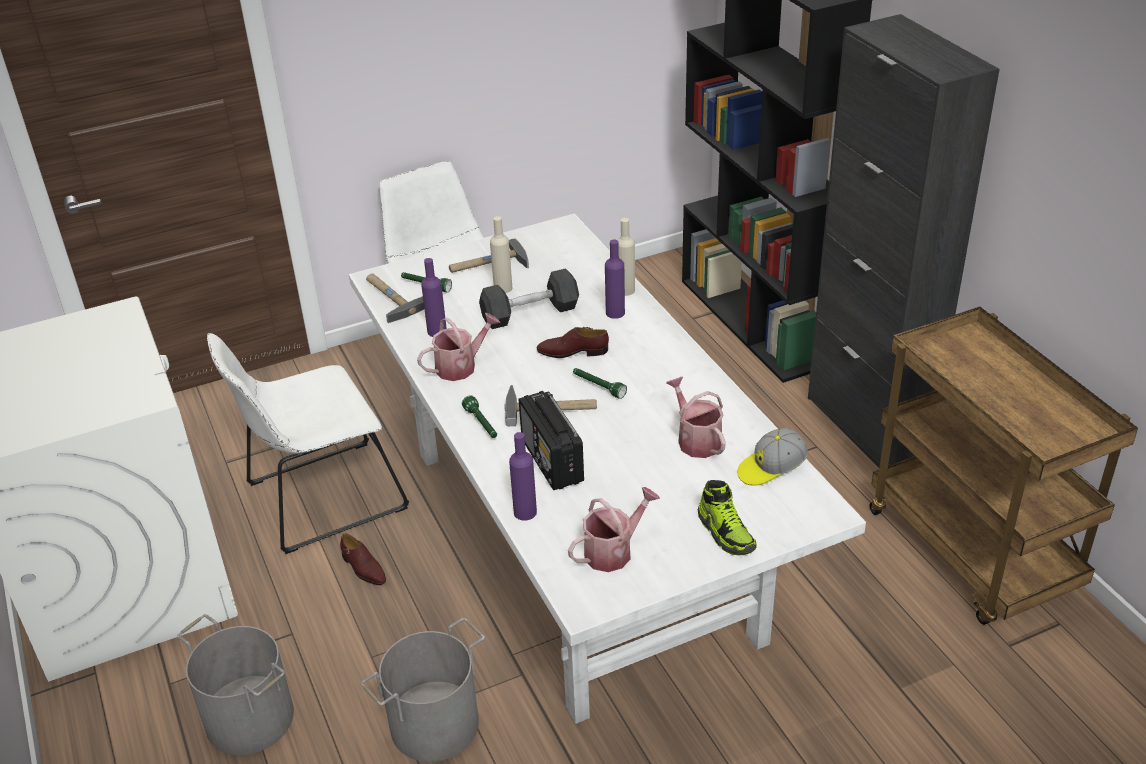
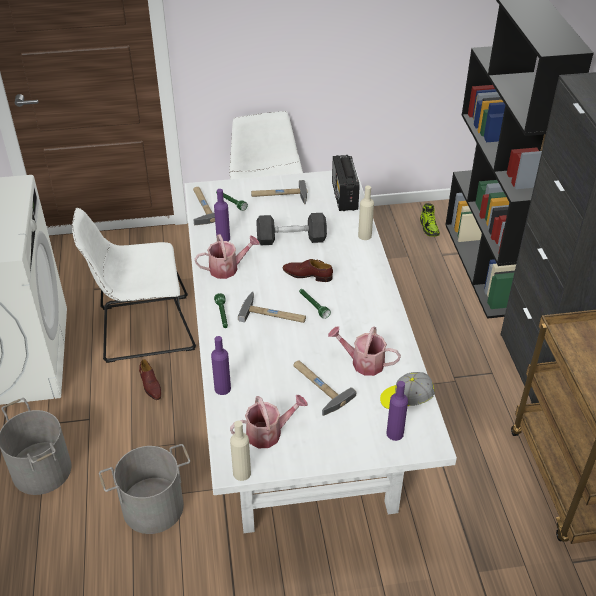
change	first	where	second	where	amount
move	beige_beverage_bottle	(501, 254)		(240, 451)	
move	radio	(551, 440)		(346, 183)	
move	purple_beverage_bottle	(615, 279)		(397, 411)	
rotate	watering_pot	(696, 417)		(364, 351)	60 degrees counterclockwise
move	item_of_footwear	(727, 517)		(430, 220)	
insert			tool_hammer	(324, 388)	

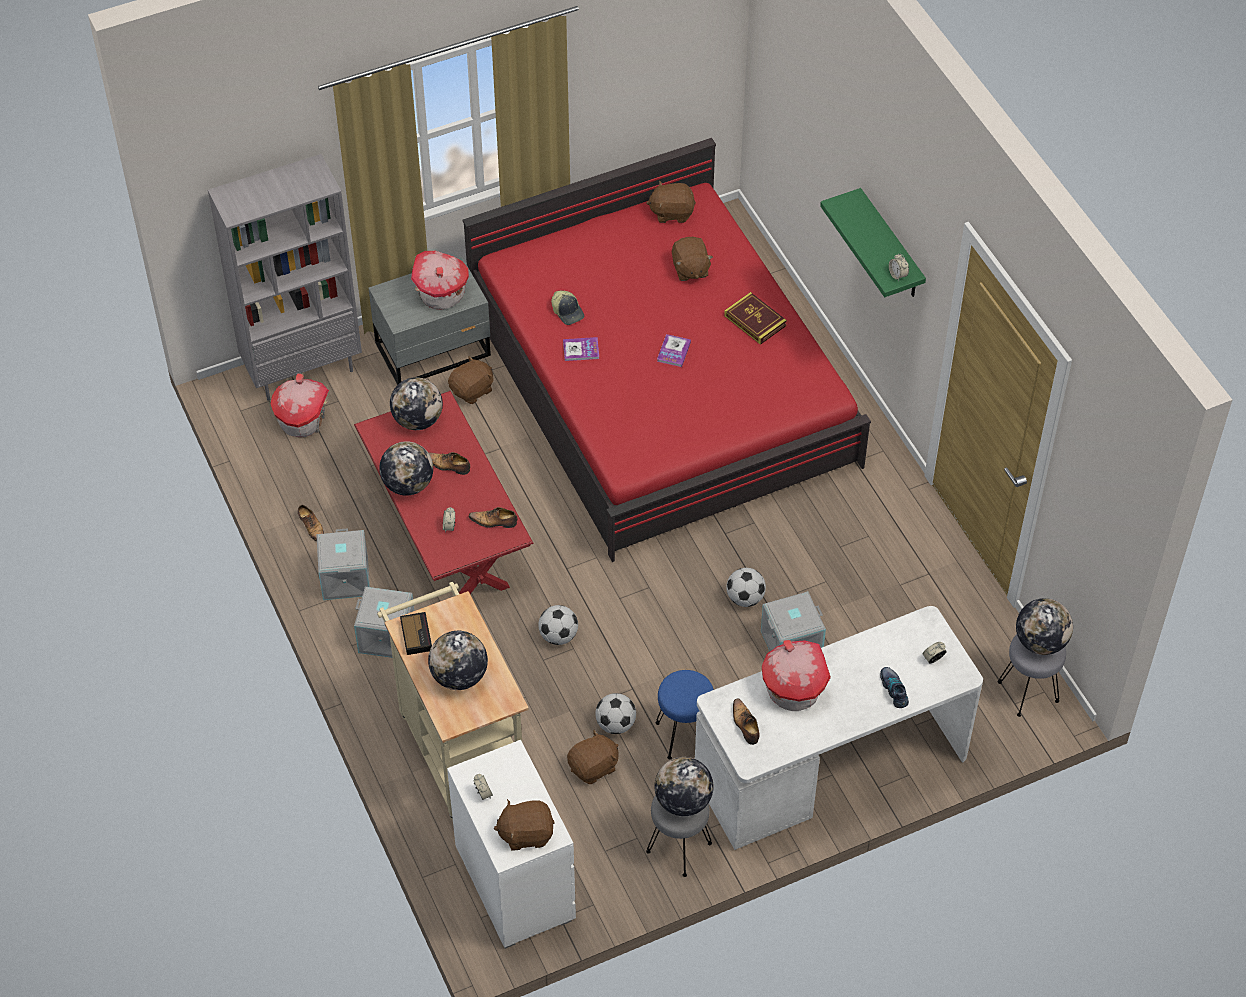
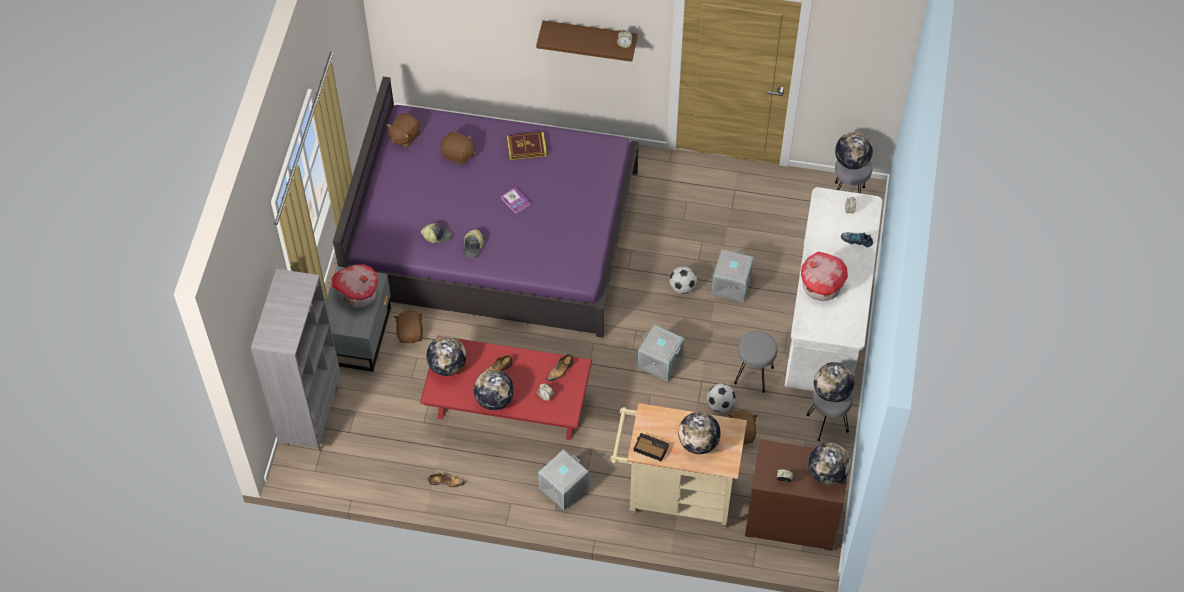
change	first	where	second	where	amount
delete	miniature_house	(300, 405)			
move	gray_storage_box	(343, 564)		(661, 353)	
recolor	white-coloured_dresser	(511, 844)	brown-coloured_dresser	(797, 495)	
recolor	red_sleeping_bed	(667, 350)	purple_sleeping_bed	(486, 207)	
replace	brown-coloured_soft_toy	(524, 825)	desk_globe	(829, 464)	
delete	ball_for_football	(558, 625)			
replace	volume	(581, 349)	baseball_cap	(472, 243)	
recolor	bluish_stool_seat	(684, 714)	gray_stool_seat	(756, 362)	
delete	item_of_footwear	(746, 721)			
recolor	green-coloured_bracket_shelf	(873, 242)	brown-coloured_bracket_shelf	(587, 41)	

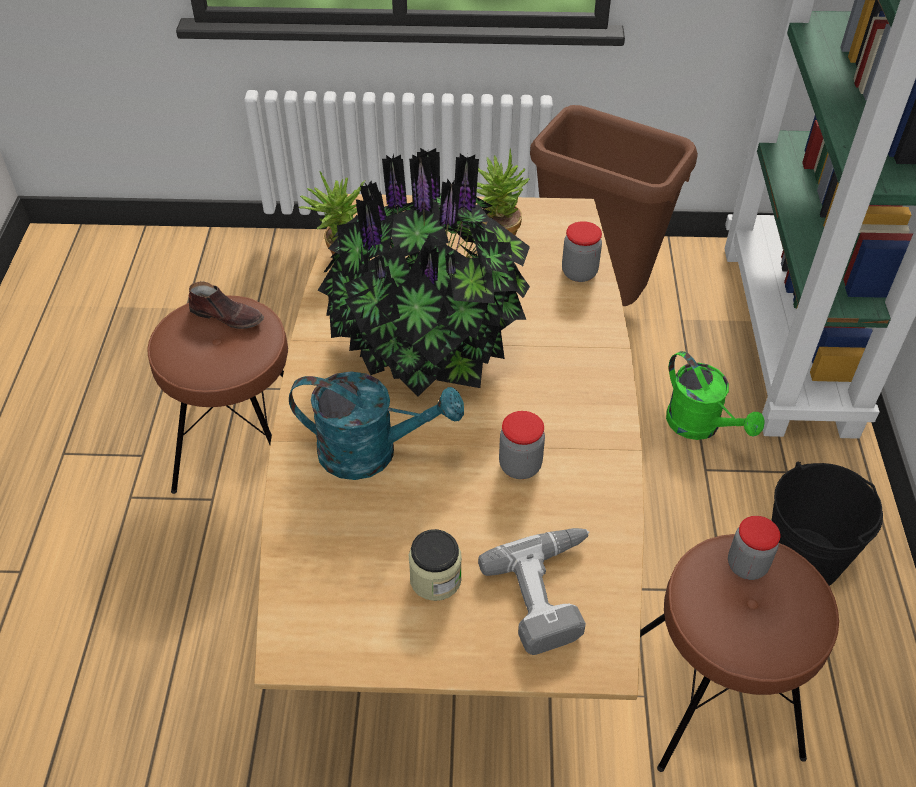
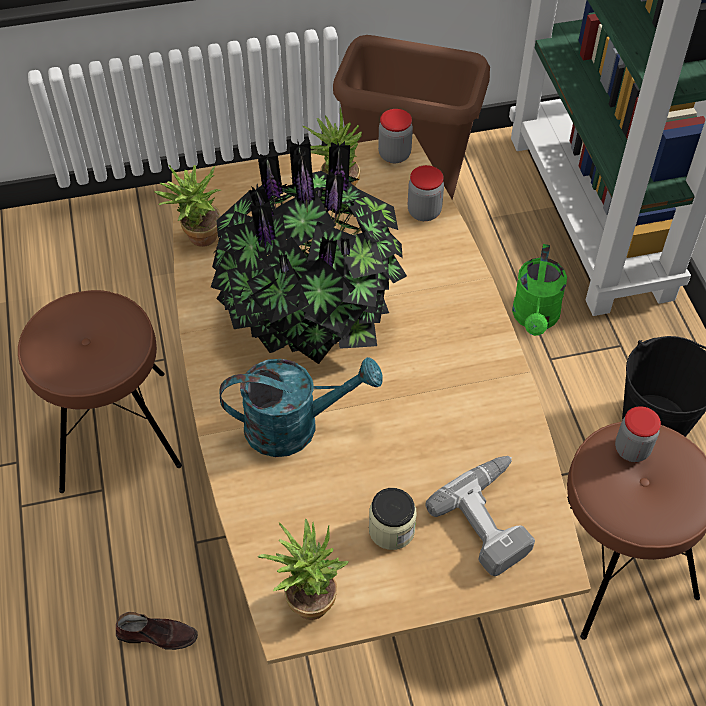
change	first	where	second	where	amount
move	brown-coloured_item_of_footwear	(226, 305)		(157, 631)	
move	preserve_jar	(522, 445)		(395, 136)	
rotate	green-coloured_watering_pot	(715, 395)		(539, 290)	60 degrees clockwise
insert			houseplant	(303, 569)	

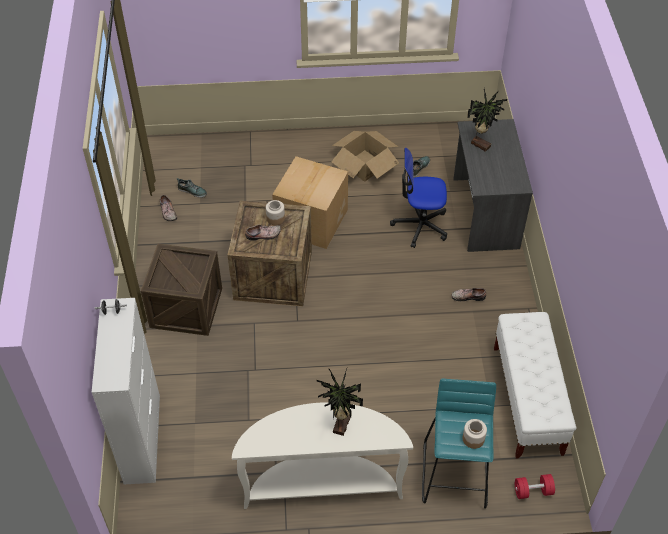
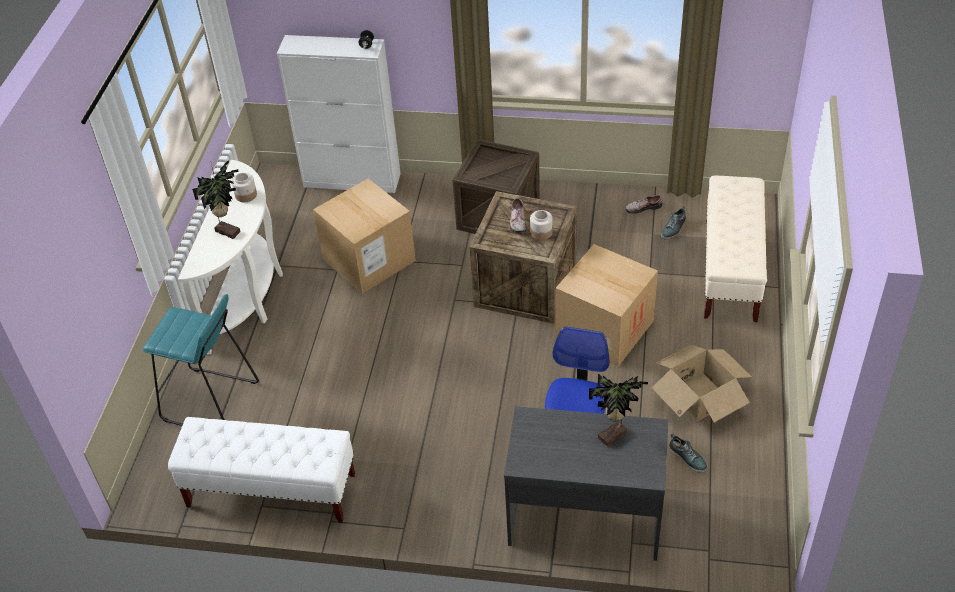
change	first	where	second	where	amount
delete	item_of_footwear	(469, 294)			
move	preserve_jar	(474, 434)		(244, 187)	
delete	red_dumbbell	(535, 486)			
insert			carton	(364, 236)	
insert			beige_indoor_bench	(735, 249)	

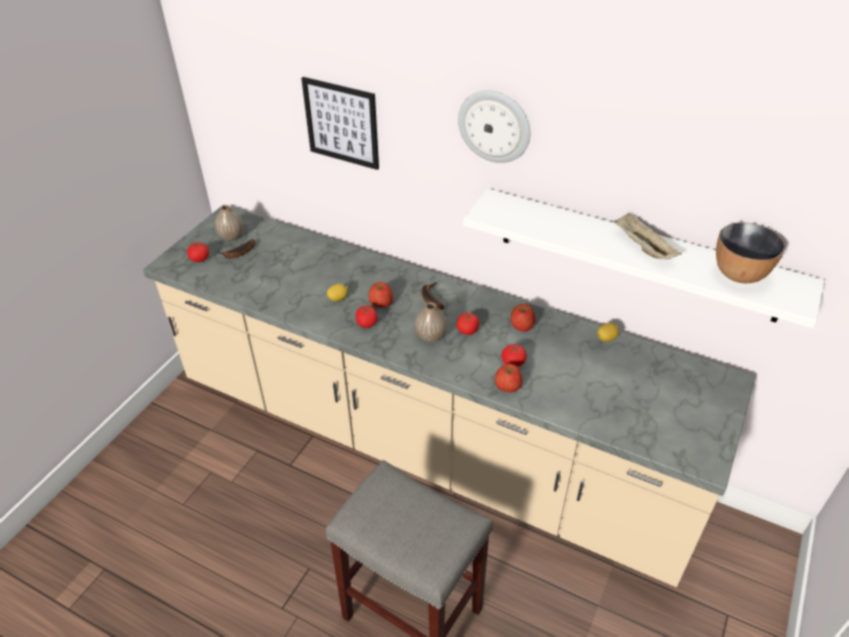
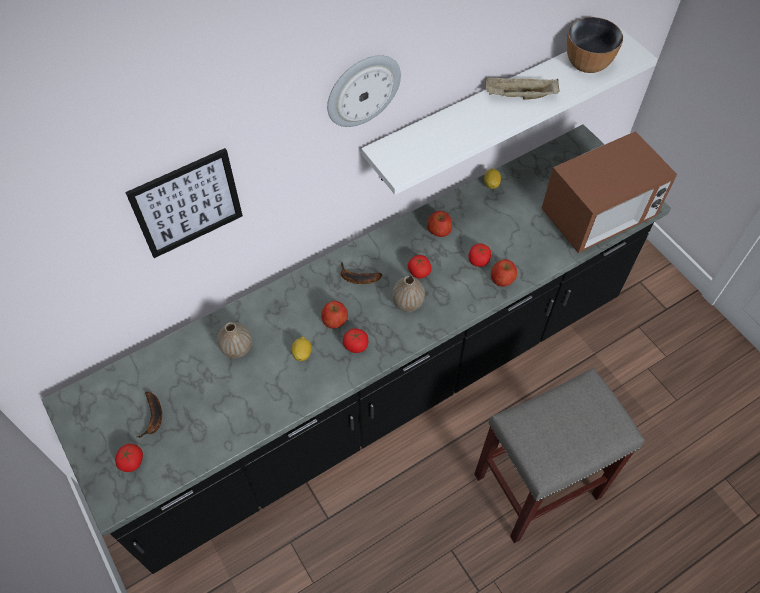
change	first	where	second	where	amount
recolor	beige_kitchen_base_unit	(449, 396)	blackish_kitchen_base_unit	(356, 349)	
move	decorative_vase	(229, 223)		(234, 340)	
insert			microwave_oven	(609, 192)	

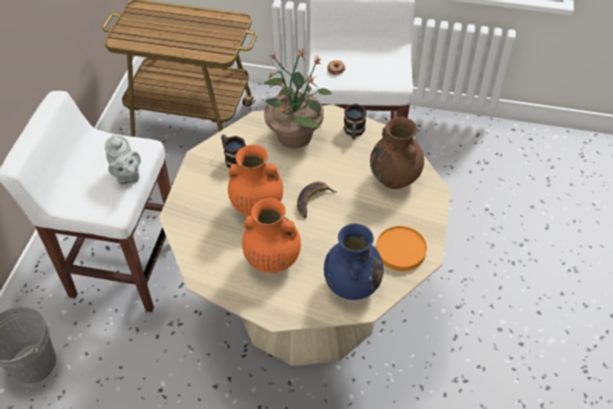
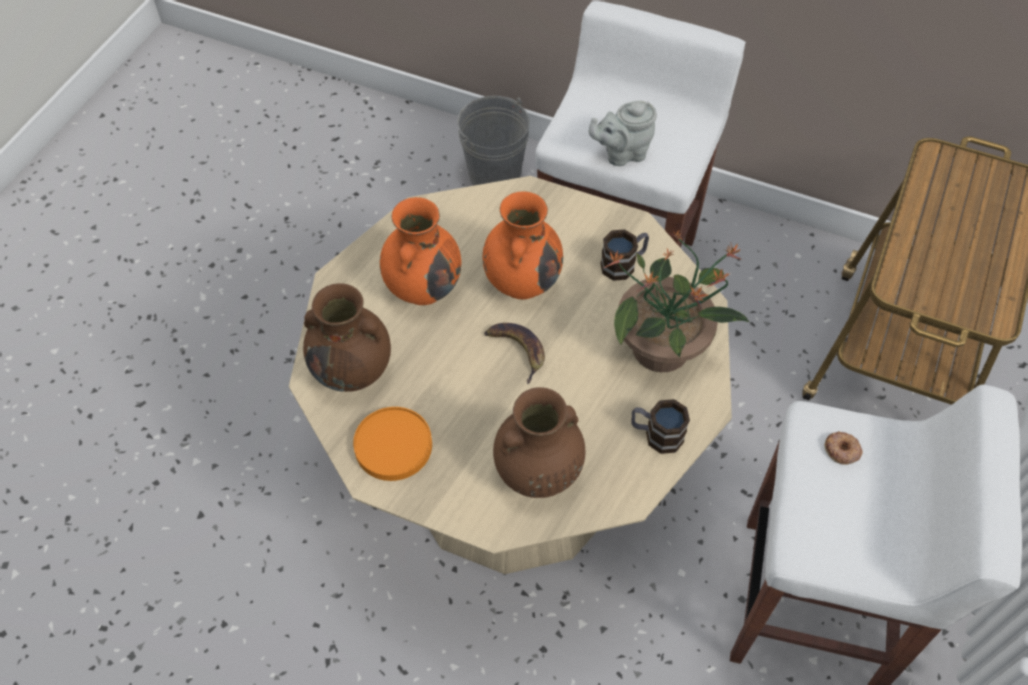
change	first	where	second	where	amount
recolor	bluish_decorative_vase	(353, 262)	brown-coloured_decorative_vase	(347, 337)	

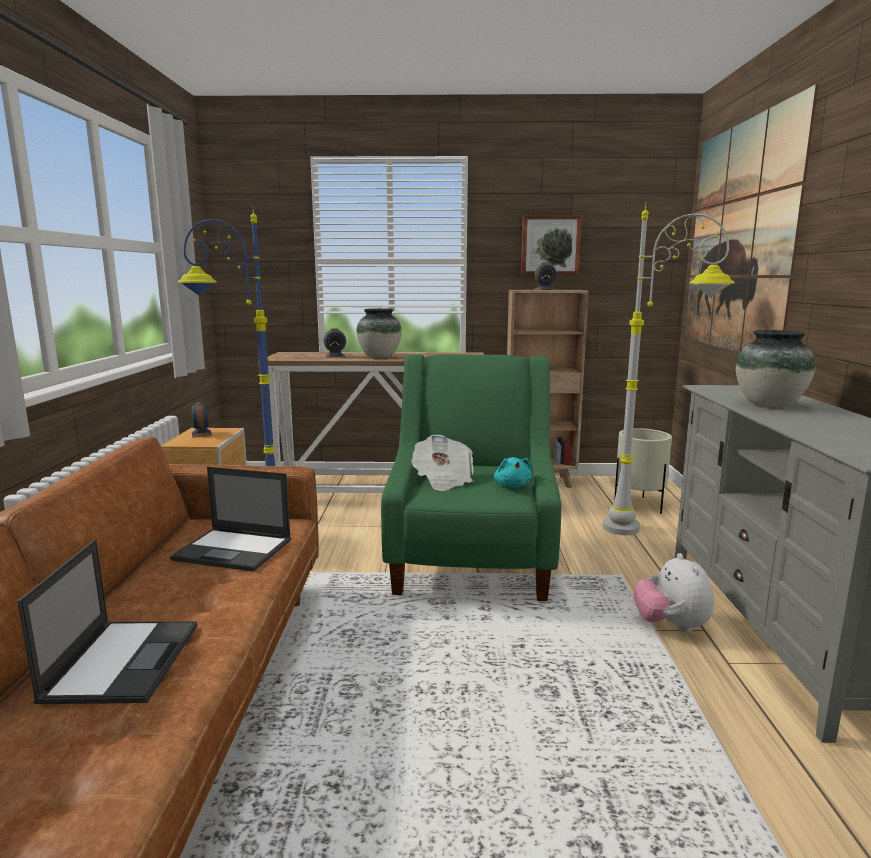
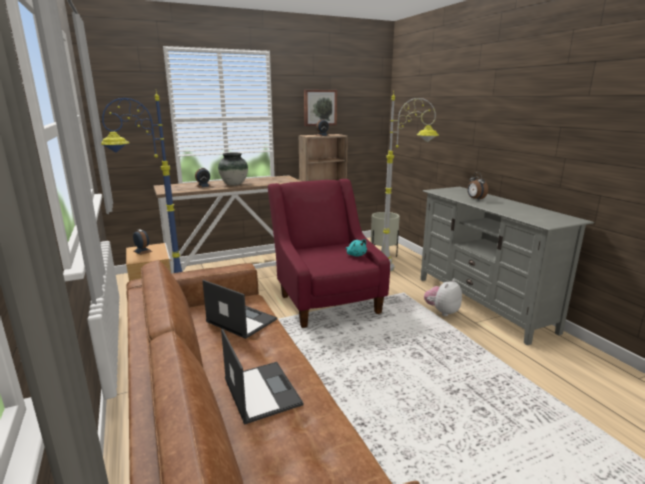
change	first	where	second	where	amount
rotate	laptop	(230, 519)		(239, 309)	135 degrees counterclockwise
recolor	green-coloured_lounge_chair	(471, 477)	red_lounge_chair	(329, 253)	
delete	daily_paper	(442, 463)			
rotate	soft_toy	(673, 592)		(443, 297)	75 degrees clockwise
delete	wall_art	(751, 218)			
replace	decorative_vase	(776, 369)	alarm_clock	(477, 186)	

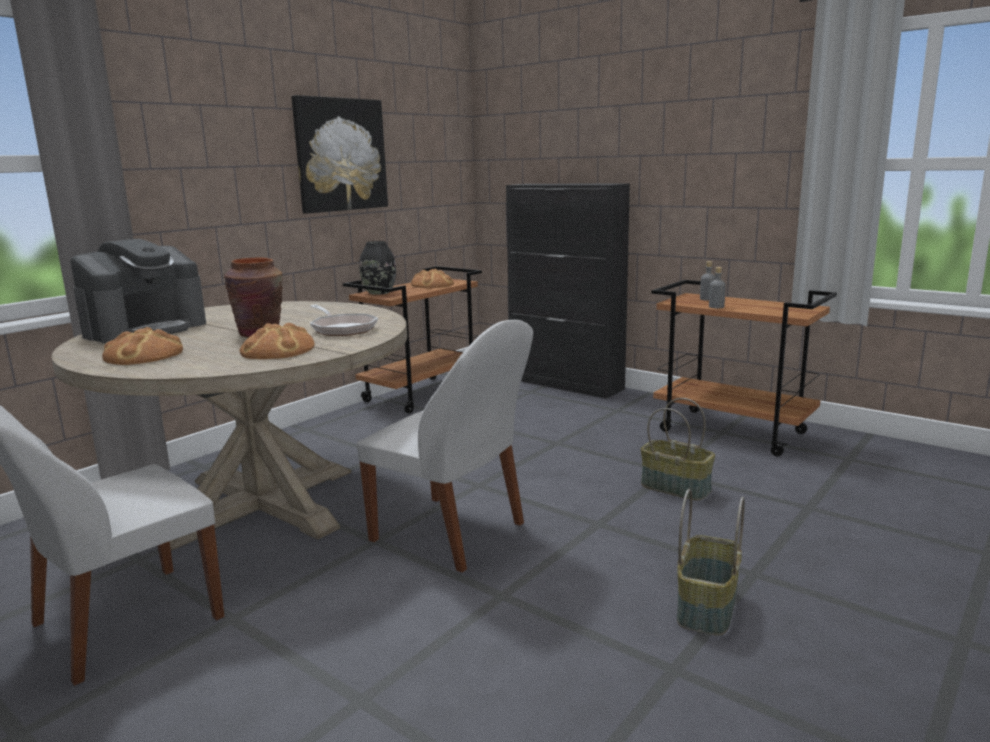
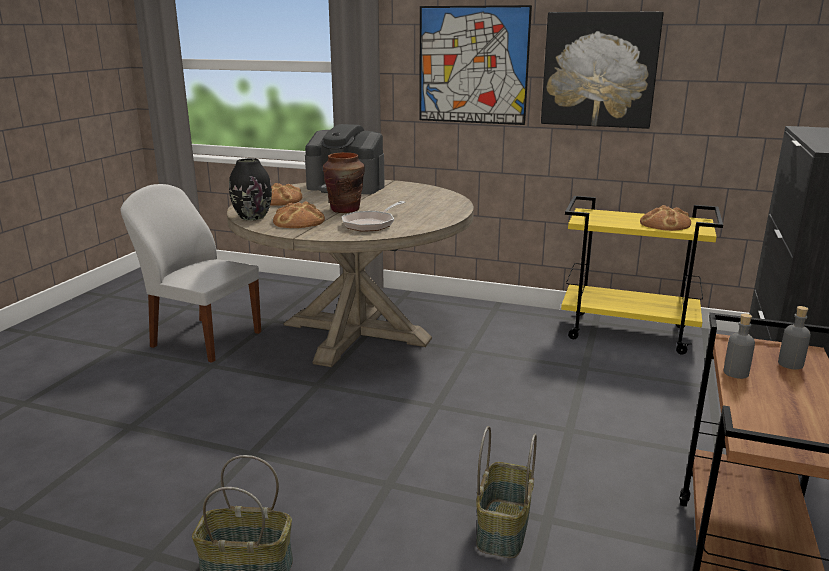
change	first	where	second	where	amount
recolor	brown-coloured_trolley	(412, 340)	yellowish_trolley	(642, 275)	
delete	white-coloured_upright_chair	(444, 446)			
move	blackish_decorative_vase	(377, 268)		(250, 189)	
insert			wall_art	(475, 65)	

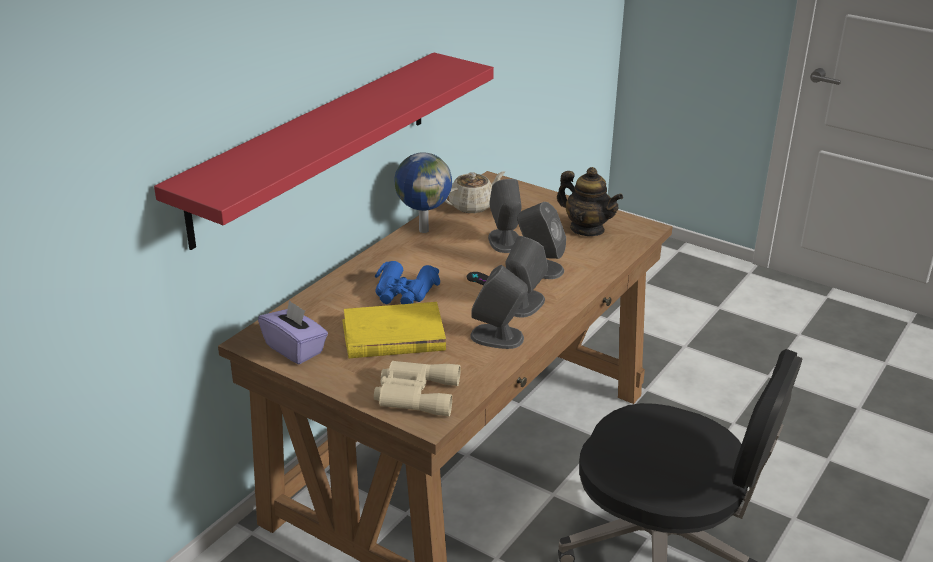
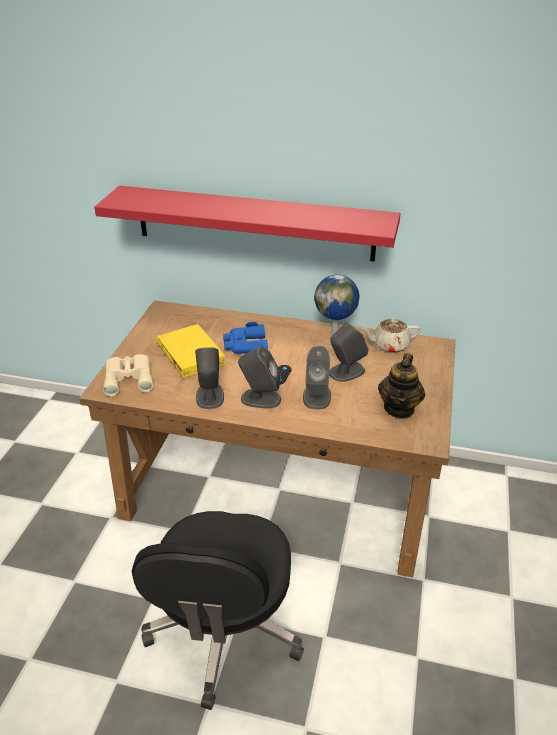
change	first	where	second	where	amount
delete	purple_tissue_holder	(293, 332)			
rotate	beige_pot_for_tea	(475, 192)		(391, 335)	135 degrees clockwise

